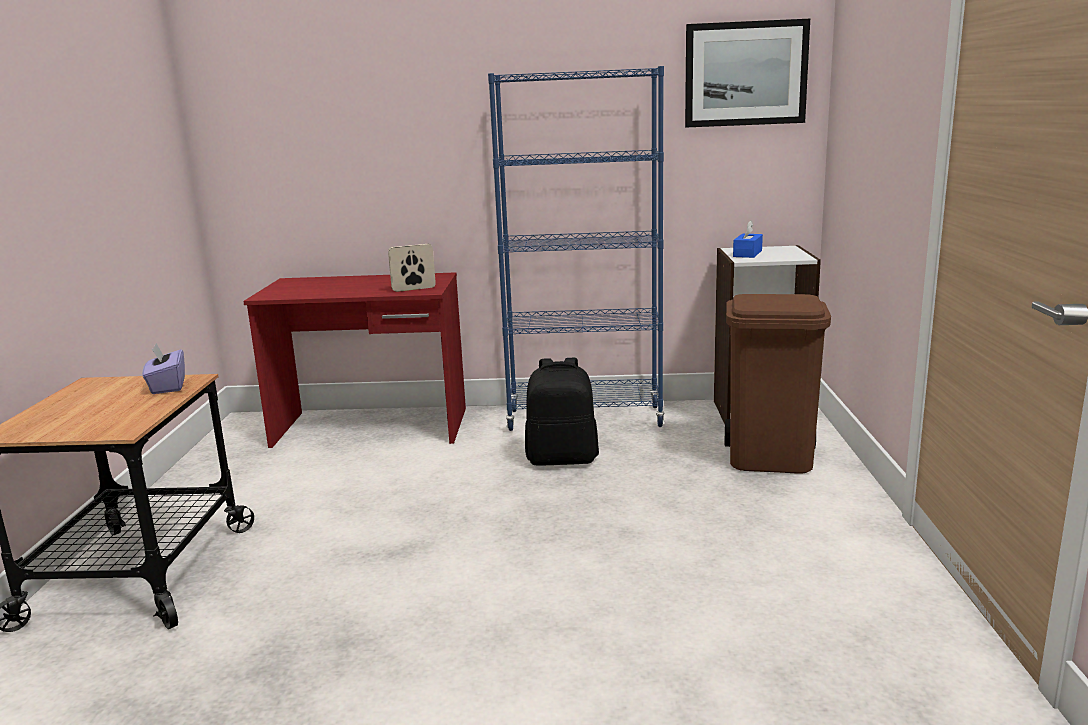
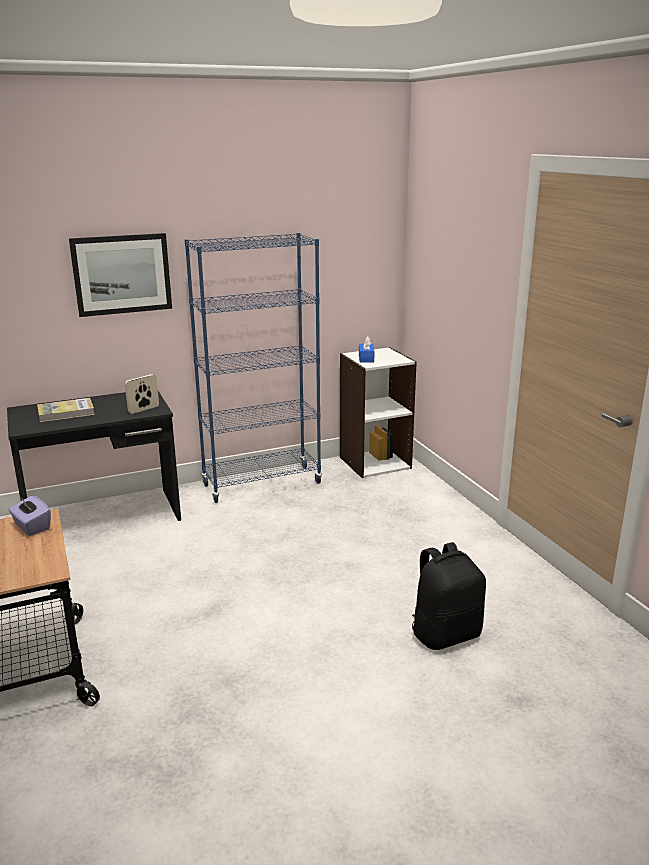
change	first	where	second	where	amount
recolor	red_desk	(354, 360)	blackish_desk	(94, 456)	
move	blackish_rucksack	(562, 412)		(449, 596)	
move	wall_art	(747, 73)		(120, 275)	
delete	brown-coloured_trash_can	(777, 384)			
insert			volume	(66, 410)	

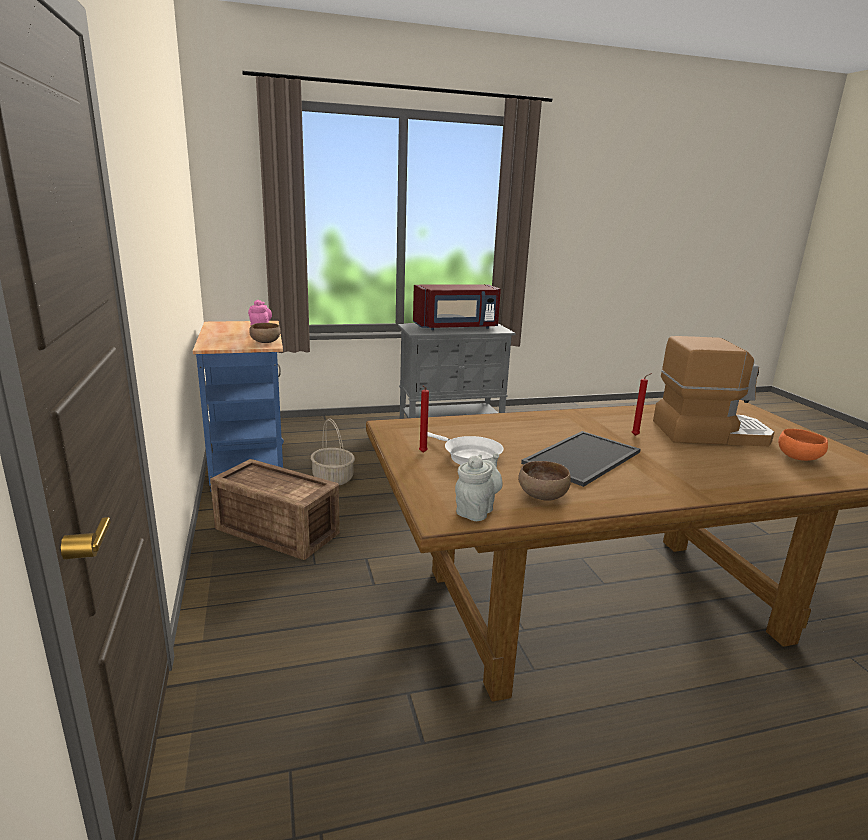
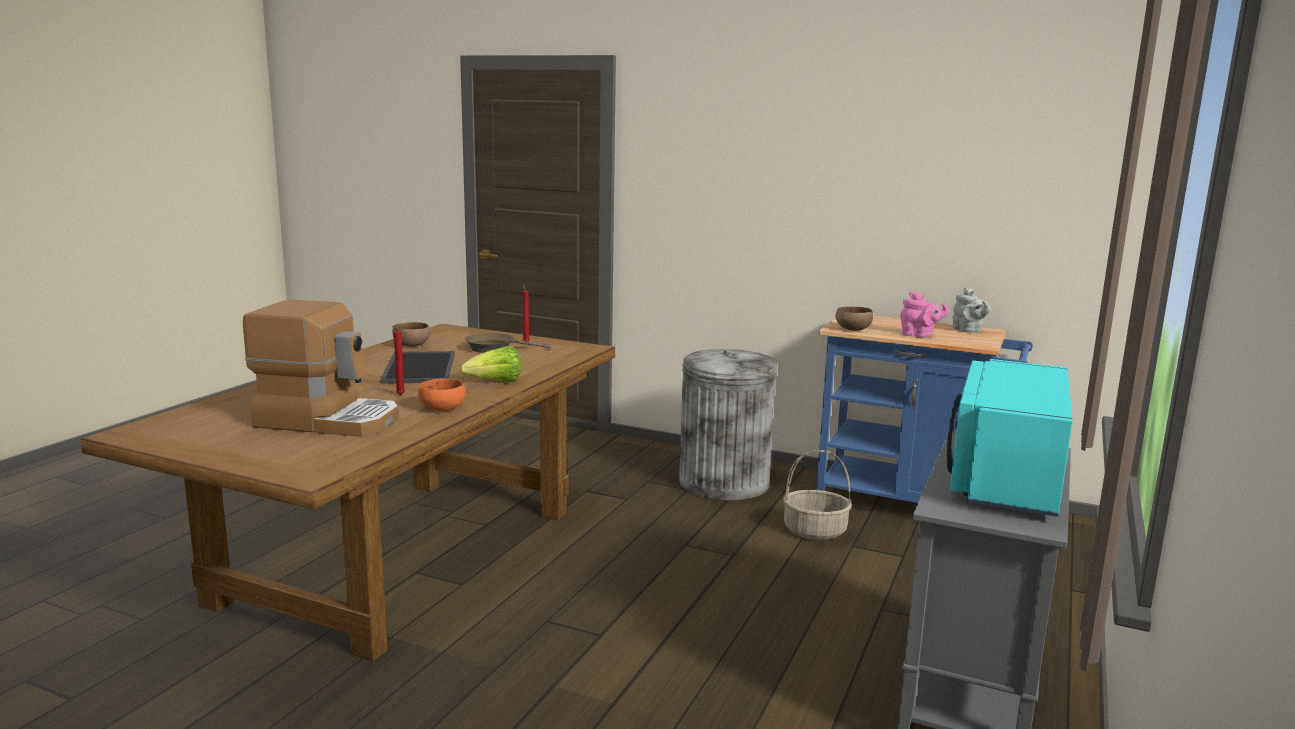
change	first	where	second	where	amount
replace	packing_crate	(275, 509)	gray_trash_can	(728, 425)	
recolor	red_microwave_oven	(457, 307)	blue-green_microwave_oven	(1010, 438)	
recolor	white-coloured_pan	(465, 448)	brown-coloured_pan	(508, 343)	
move	gray_pot_for_tea	(478, 487)		(971, 310)	
rotate	coffee_brewer	(713, 391)		(321, 368)	120 degrees counterclockwise
move	orange_deep_dish	(803, 445)		(441, 394)	
insert			lettuce_head	(490, 364)	

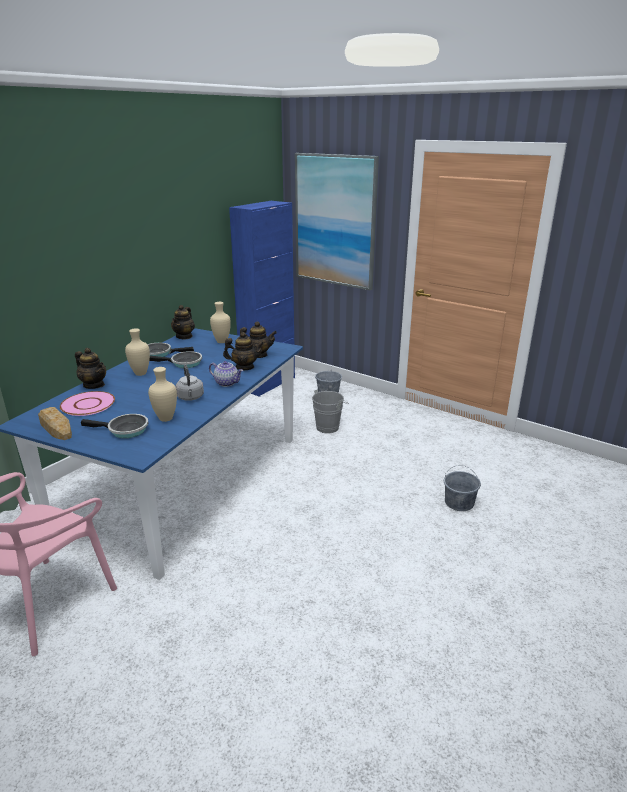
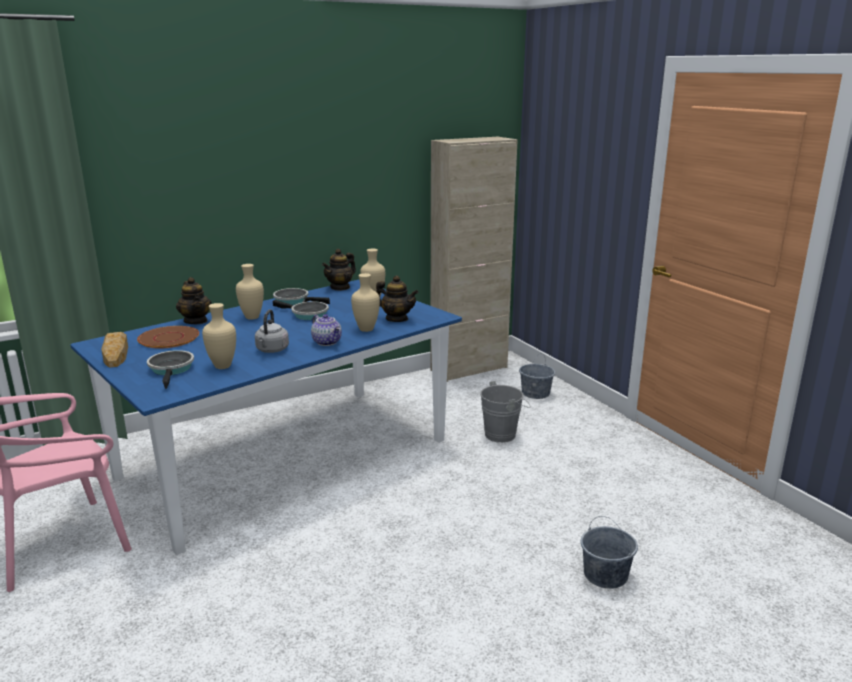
change	first	where	second	where	amount
recolor	pink-coloured_flat_dish	(87, 403)	brown-coloured_flat_dish	(168, 337)	
rotate	pan	(115, 426)		(170, 369)	135 degrees counterclockwise
replace	pot_for_tea	(243, 351)	beige_decorative_vase	(365, 302)	
recolor	bluish_storage_cabinet	(262, 299)	beige_storage_cabinet	(474, 259)	
delete	wall_art	(337, 221)			

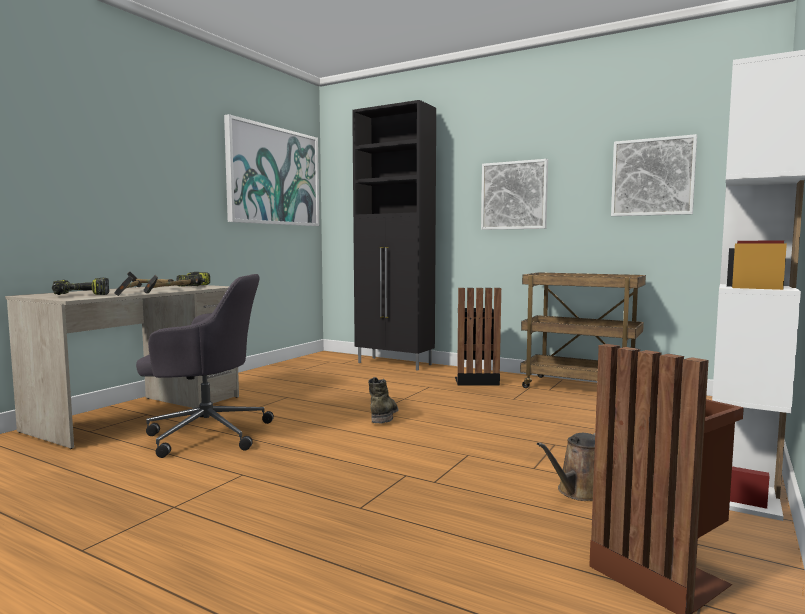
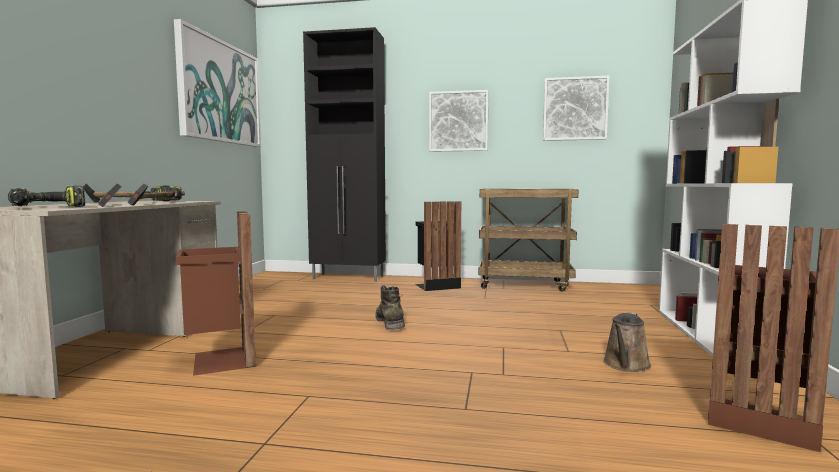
change	first	where	second	where	amount
replace	gray_computer_chair	(205, 366)	brown-coloured_trash_can	(216, 293)	

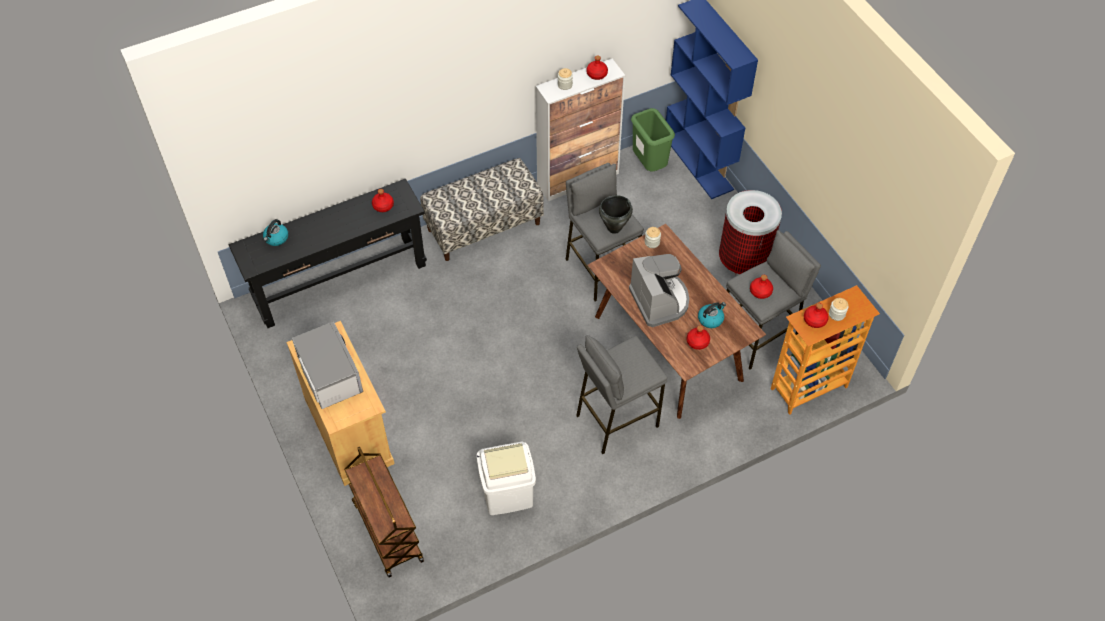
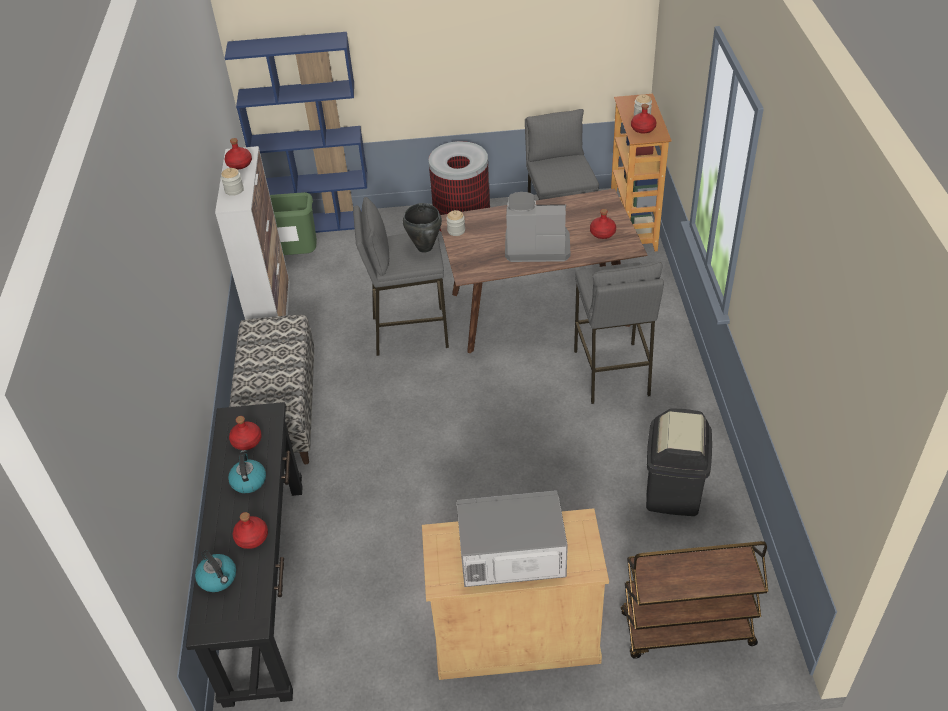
change	first	where	second	where	amount
recolor	white-coloured_trash_can	(506, 478)	blackish_trash_can	(679, 462)	
move	water_kettle	(712, 315)		(247, 471)	
move	red_beverage_bottle	(761, 287)		(250, 530)	

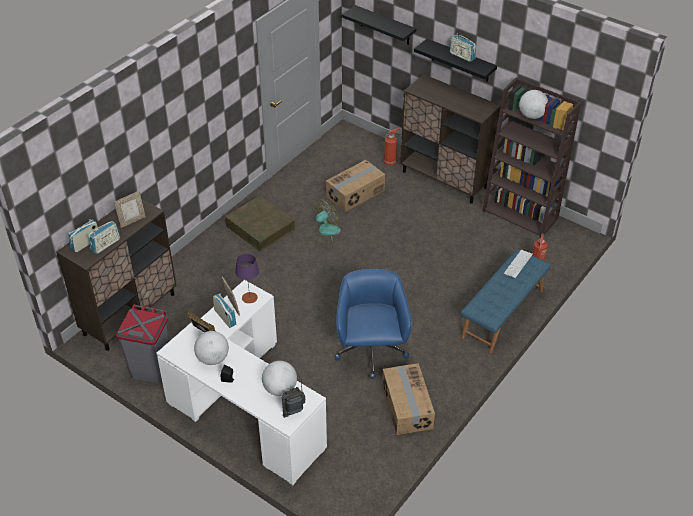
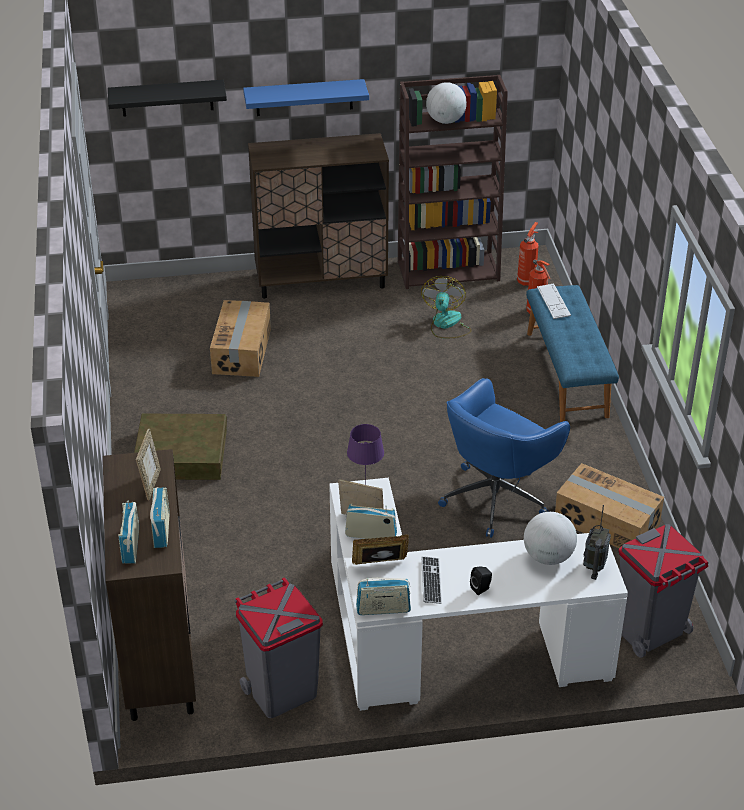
change	first	where	second	where	amount
replace	desk_globe	(211, 348)	computer_keyboard	(431, 580)	
move	fan	(325, 222)		(446, 307)	
rotate	bluish_computer_chair	(373, 324)		(504, 458)	90 degrees counterclockwise
move	extinguisher	(393, 147)		(527, 254)	
recolor	blackish_bracket_shelf	(455, 60)	bluish_bracket_shelf	(306, 97)	
move	radio	(463, 47)		(383, 596)	
insert			gray_trash_can	(664, 591)	

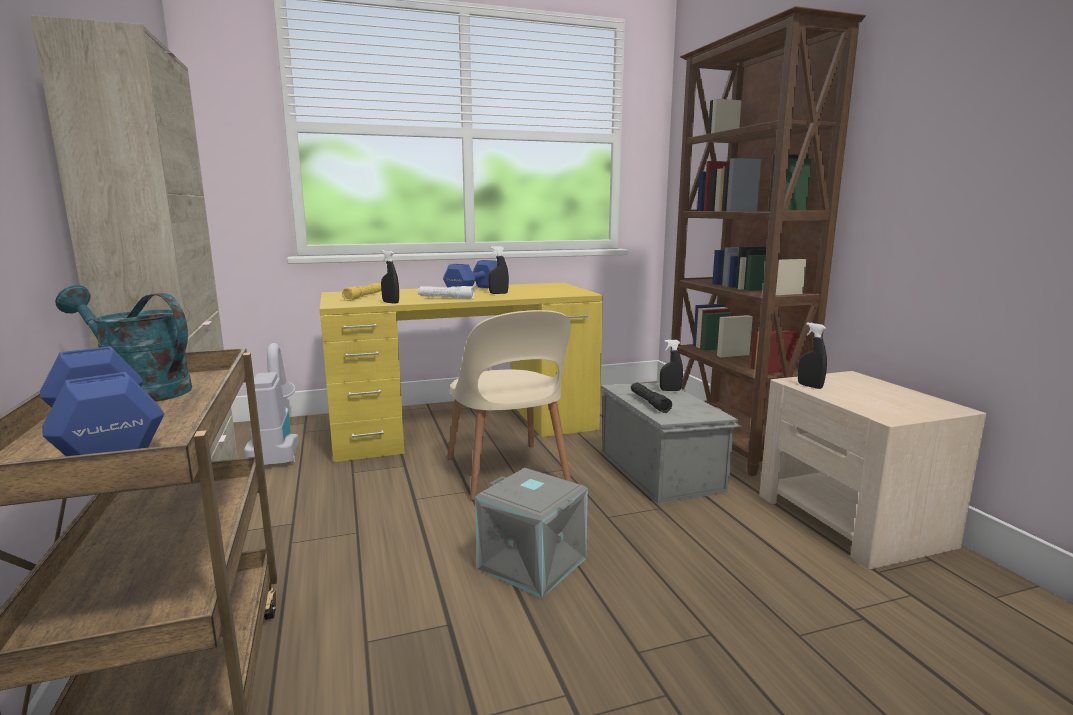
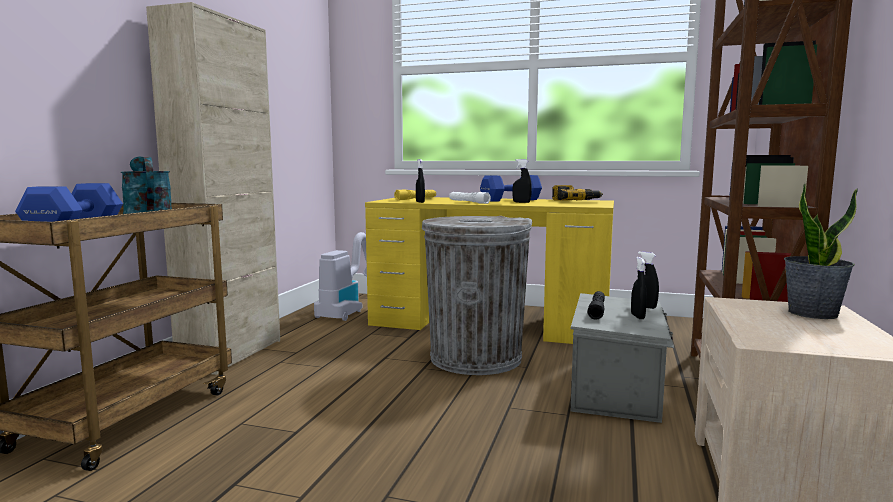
change	first	where	second	where	amount
replace	beige_upright_chair	(509, 405)	gray_trash_can	(476, 295)	
delete	gray_storage_box	(531, 533)			
move	blackish_spray_bottle	(812, 355)		(639, 288)	
insert			electric_drill	(577, 193)	
insert			houseplant	(821, 251)	

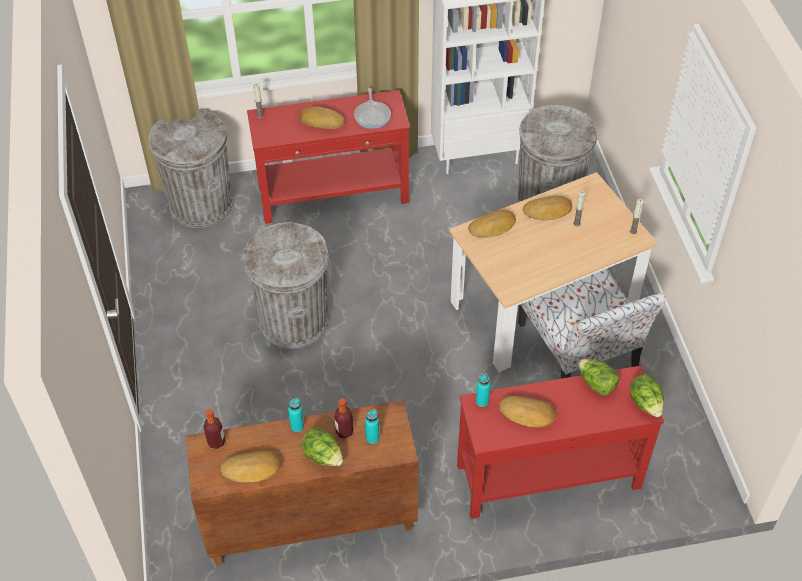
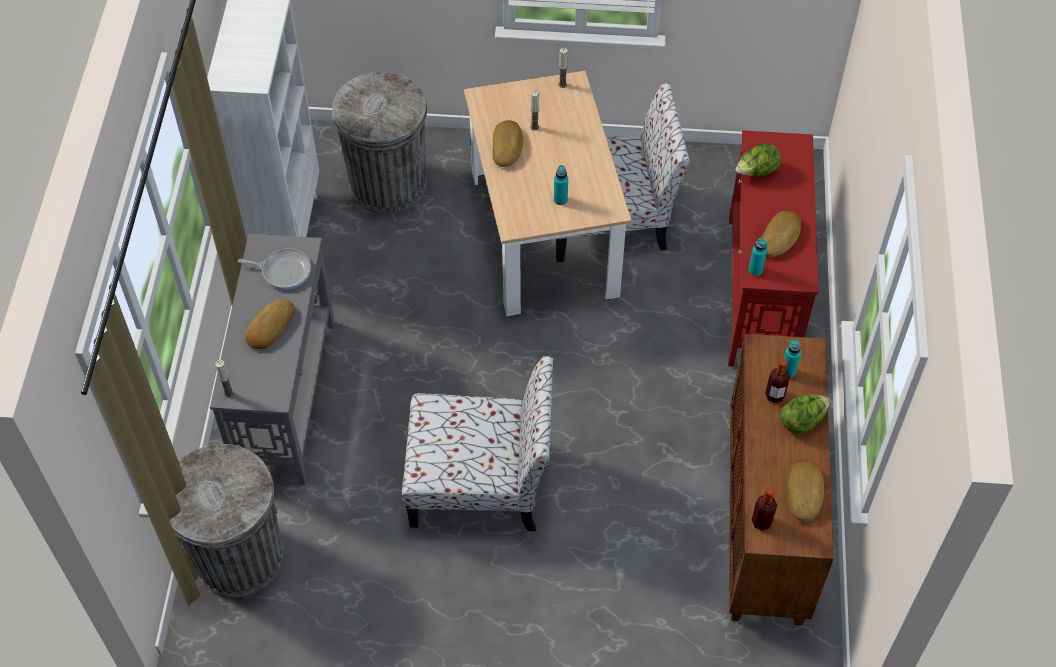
change	first	where	second	where	amount
replace	gray_trash_can	(285, 285)	upright_chair	(477, 443)	
recolor	red_hall_table	(328, 157)	gray_hall_table	(272, 359)	
move	blue-green_beverage_bottle	(296, 415)		(561, 185)	
delete	baked_bread	(492, 224)			
delete	lettuce_head	(647, 395)			

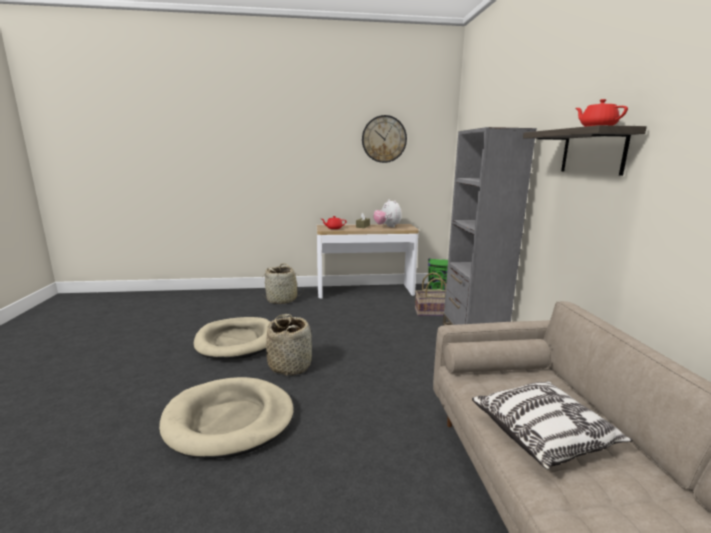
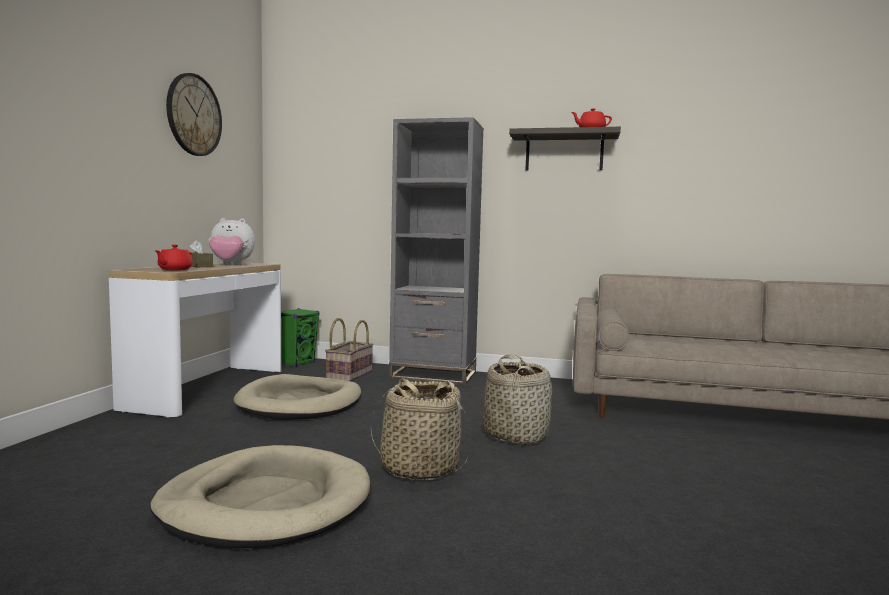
change	first	where	second	where	amount
move	beige_dog_cushion	(226, 418)		(297, 397)	
move	storage_basket	(283, 283)		(518, 400)	
delete	throw_pillow	(552, 425)			

